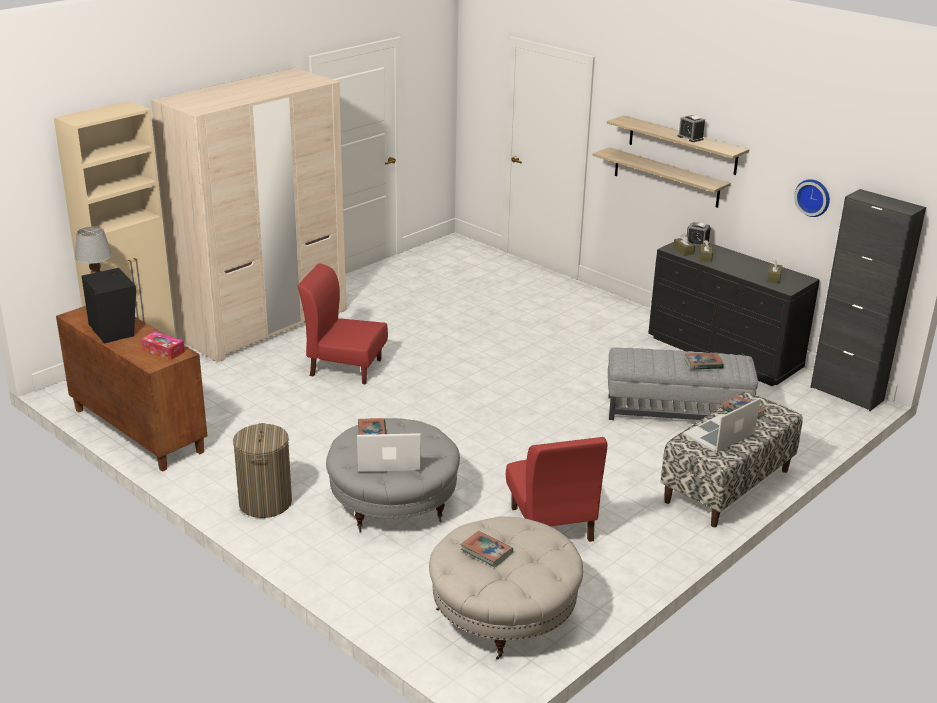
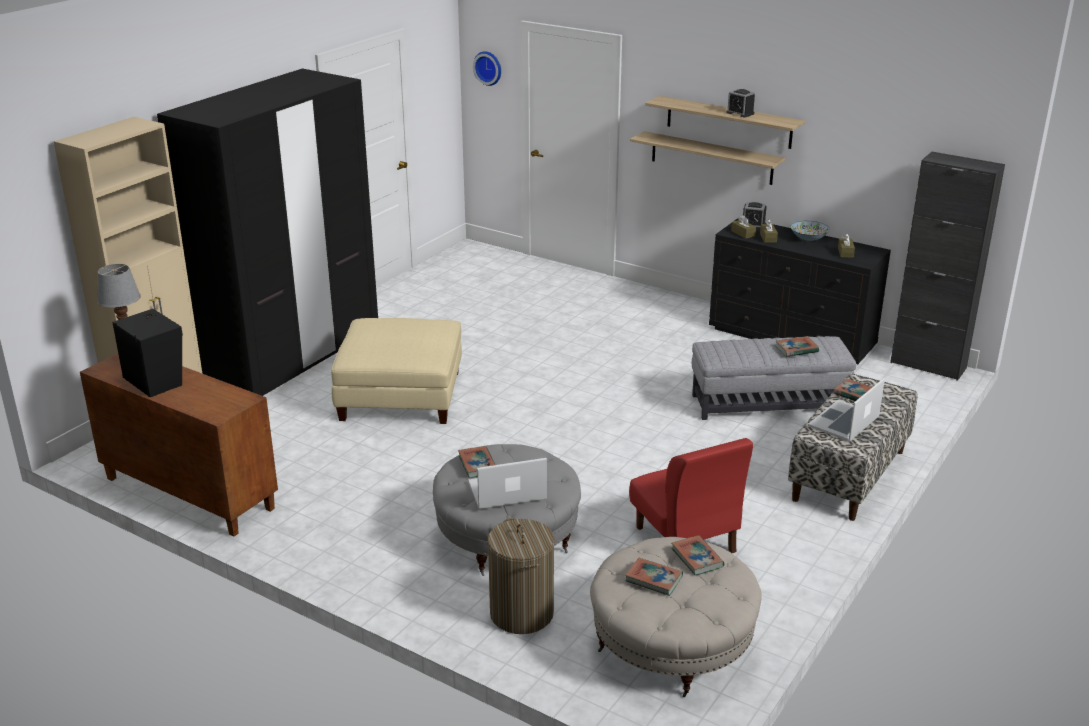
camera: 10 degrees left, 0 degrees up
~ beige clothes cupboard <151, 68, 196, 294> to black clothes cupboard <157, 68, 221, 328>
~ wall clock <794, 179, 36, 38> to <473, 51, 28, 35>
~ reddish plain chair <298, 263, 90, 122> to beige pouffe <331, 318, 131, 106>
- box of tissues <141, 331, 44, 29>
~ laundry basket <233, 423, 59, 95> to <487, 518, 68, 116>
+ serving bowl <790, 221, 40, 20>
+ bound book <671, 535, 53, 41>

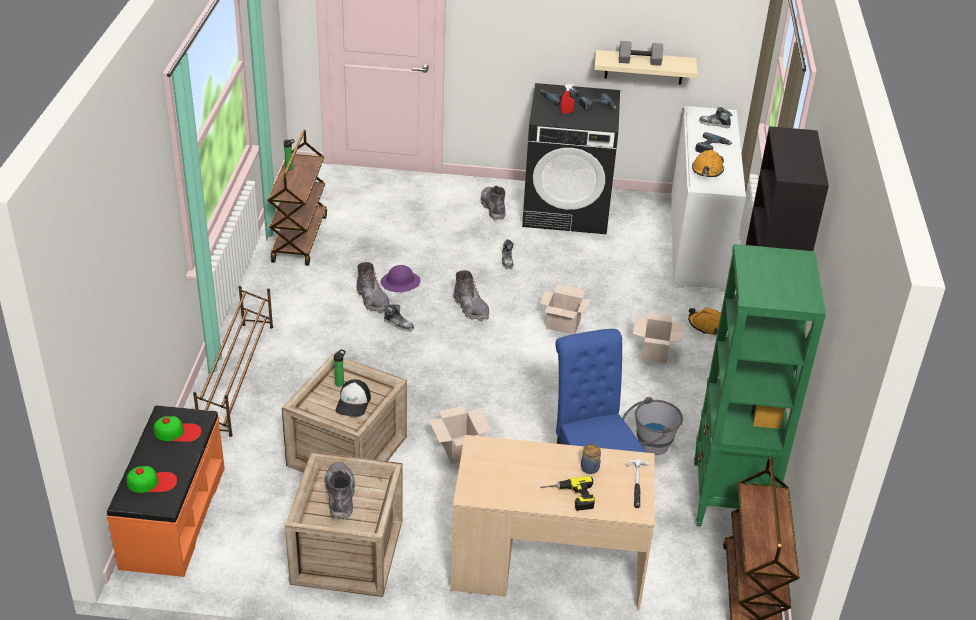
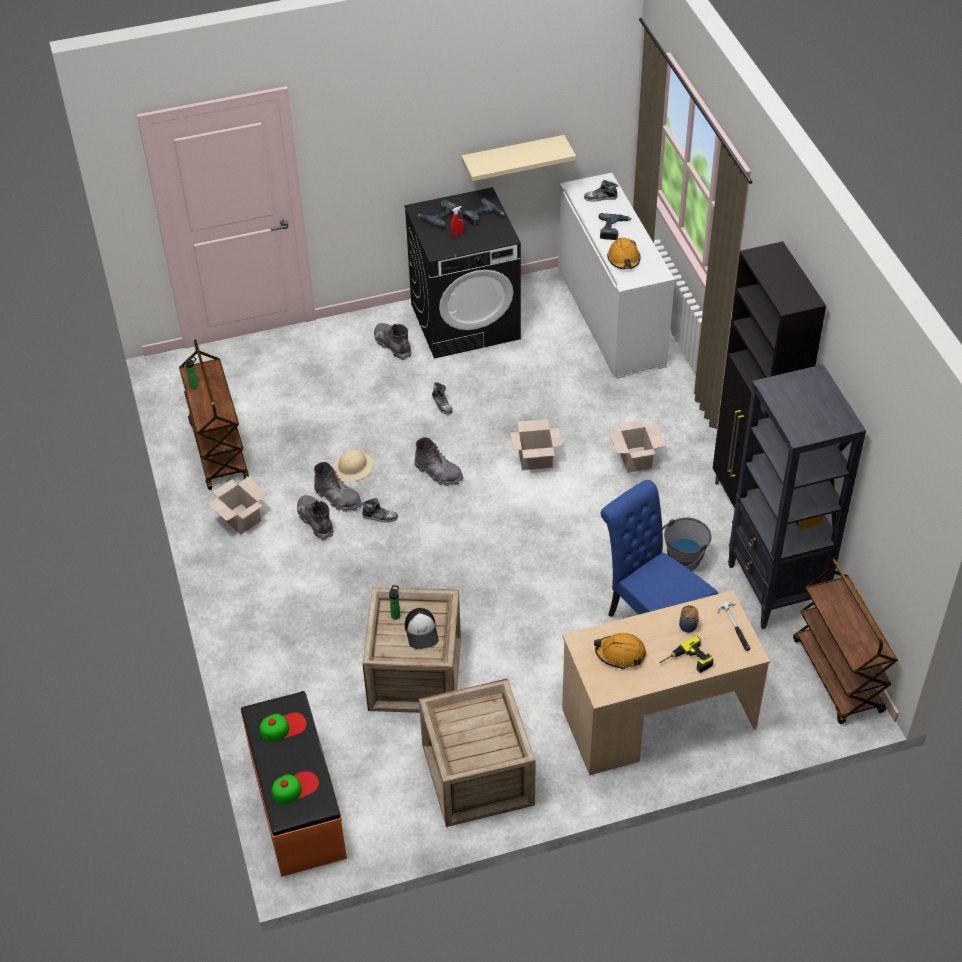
camera: 20 degrees left, 10 degrees up
- gray dumbbell <619, 41, 44, 25>
~ greenish bookcase <694, 244, 132, 283> to black bookcase <728, 364, 138, 265>
~ purple work helmet <380, 265, 41, 27> to beige work helmet <333, 450, 40, 32>
- brown shoe stand <193, 286, 80, 151>
~ orange-coloured work helmet <688, 307, 33, 28> to <594, 633, 52, 36>
~ packing box <429, 406, 62, 58> to <207, 477, 60, 58>
~ gray tall boot <325, 462, 30, 58> to <297, 495, 37, 45>

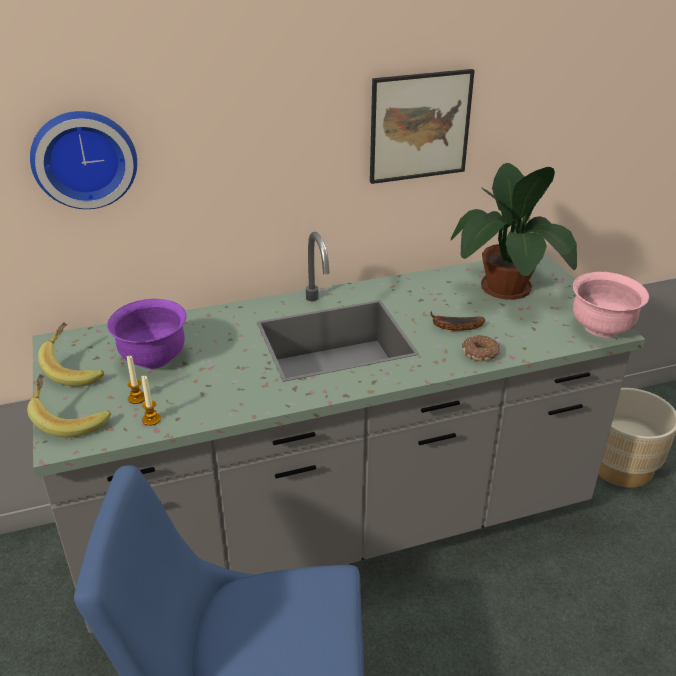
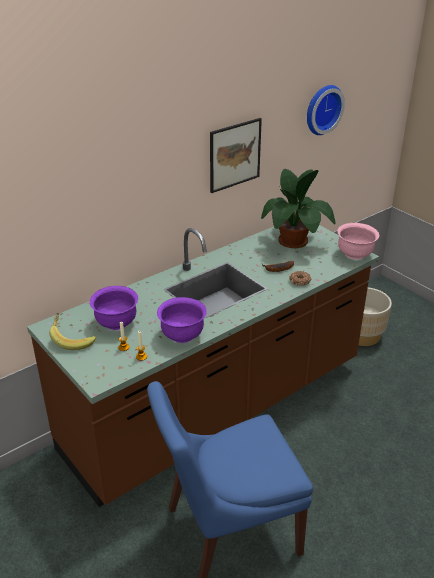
camera: 20 degrees left, 0 degrees up
~ wall clock <30, 111, 107, 98> to <307, 85, 38, 50>
~ gray kitchen counter <33, 232, 612, 401> to brown kitchen counter <27, 225, 352, 282>
- whole banana <27, 374, 84, 64>
+ purple serving bowl <157, 297, 50, 46>

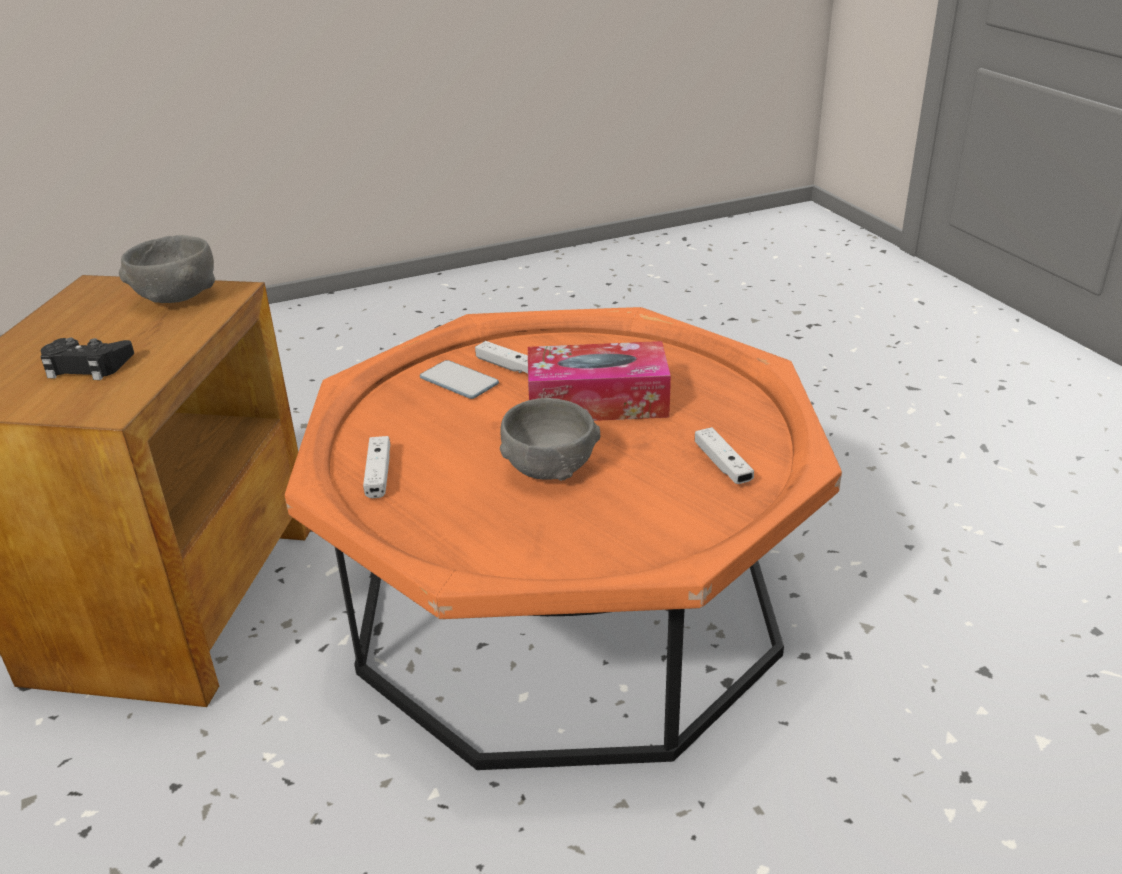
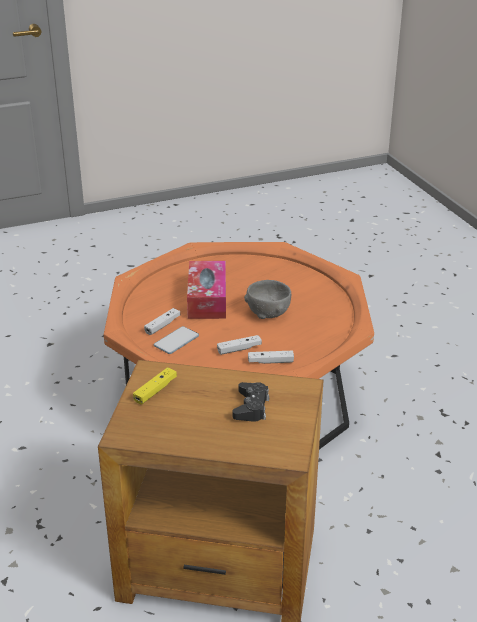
camera: 90 degrees left, 0 degrees up
~ gray serving bowl <119, 235, 96, 68> to yellow-coloured game controller <133, 367, 44, 37>
~ white game controller <695, 427, 59, 57> to <217, 335, 45, 20>

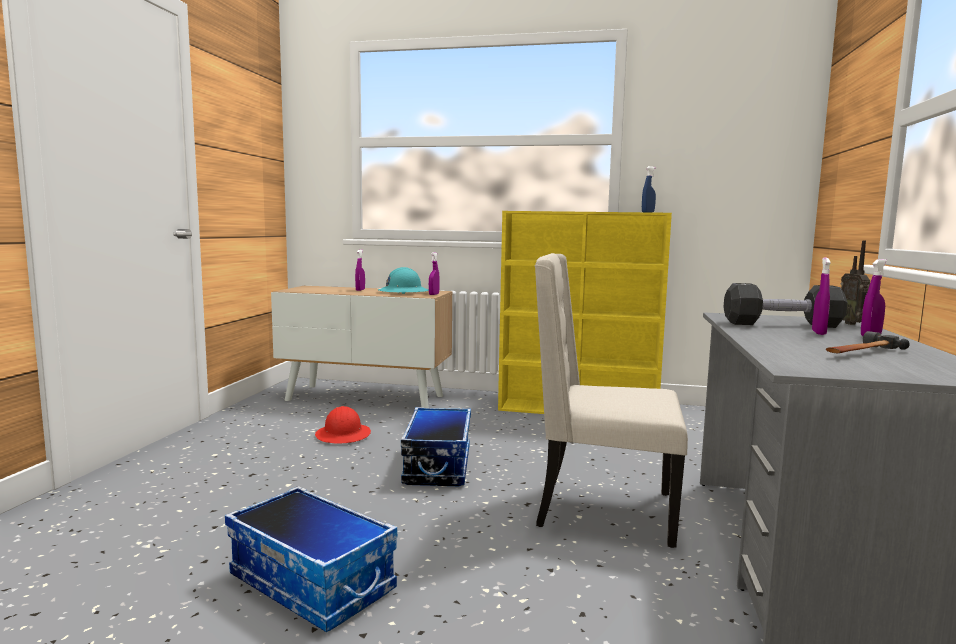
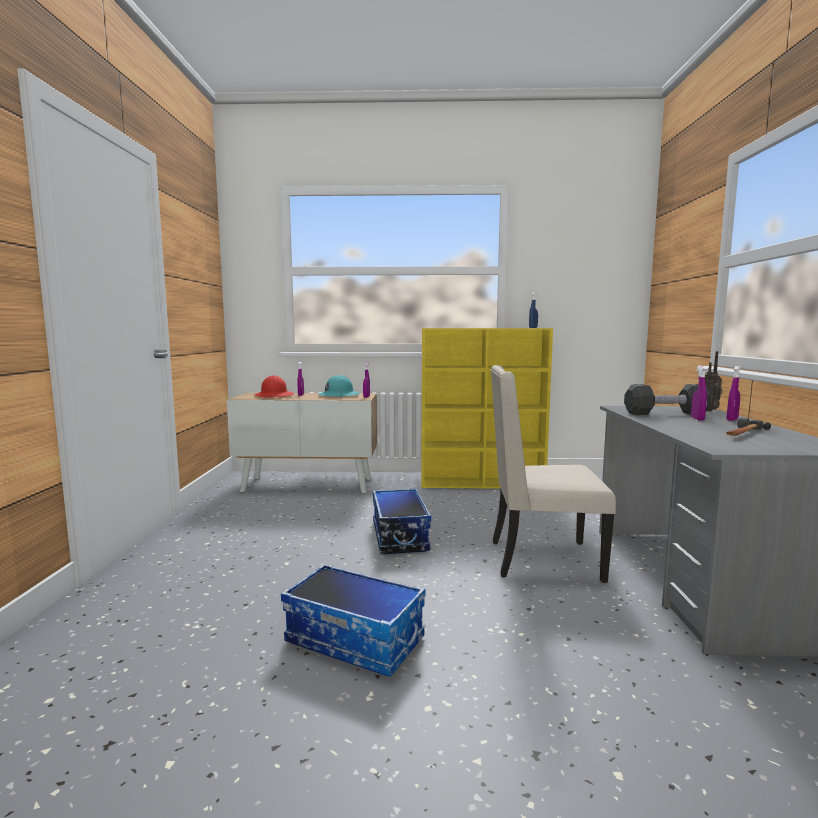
camera: 10 degrees left, 0 degrees up
~ reddish work helmet <315, 406, 56, 38> to <254, 375, 40, 22>

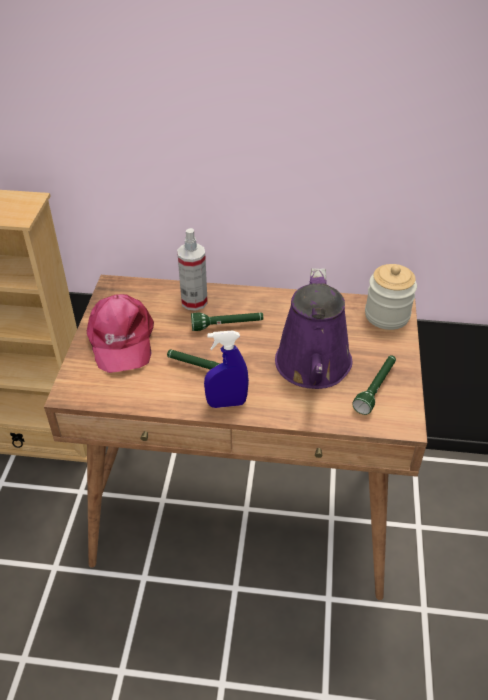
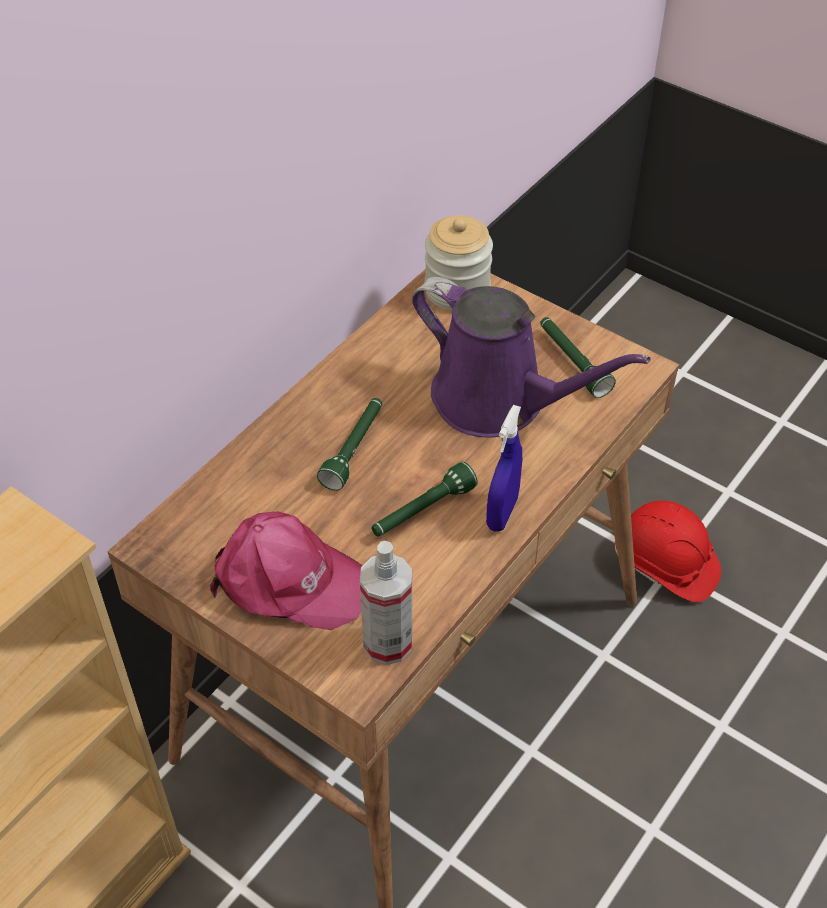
camera: 60 degrees left, 5 degrees up
~ spray bottle <177, 228, 31, 83> to <360, 541, 52, 124>
+ reddish work helmet <614, 501, 107, 102>

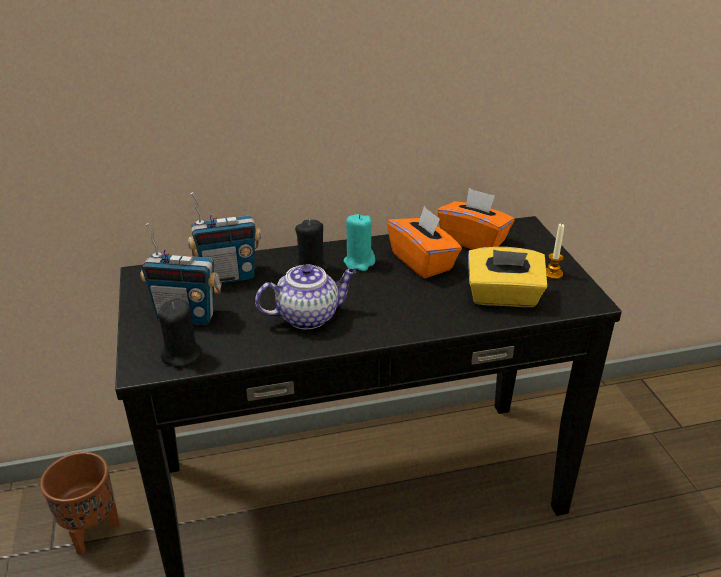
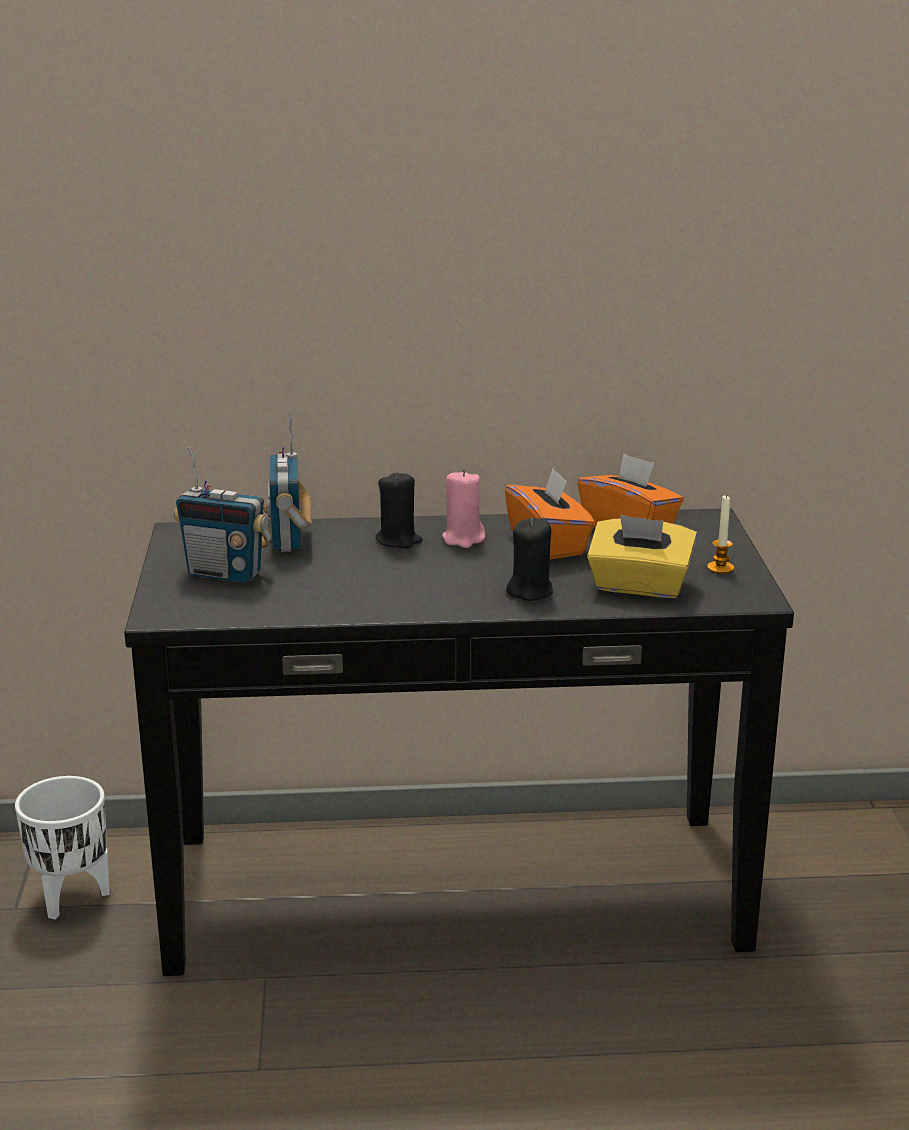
camera: 10 degrees right, 10 degrees down
~ radio receiver <187, 192, 74, 91> = <263, 413, 49, 139> 90 degrees clockwise
~ turquoise candle <344, 214, 31, 57> to pink-coloured candle <442, 470, 44, 78>
- teapot <255, 265, 101, 64>
~ black candle <158, 299, 43, 68> to <506, 518, 47, 83>
~ brown planter <40, 452, 80, 103> to white planter <15, 776, 95, 144>

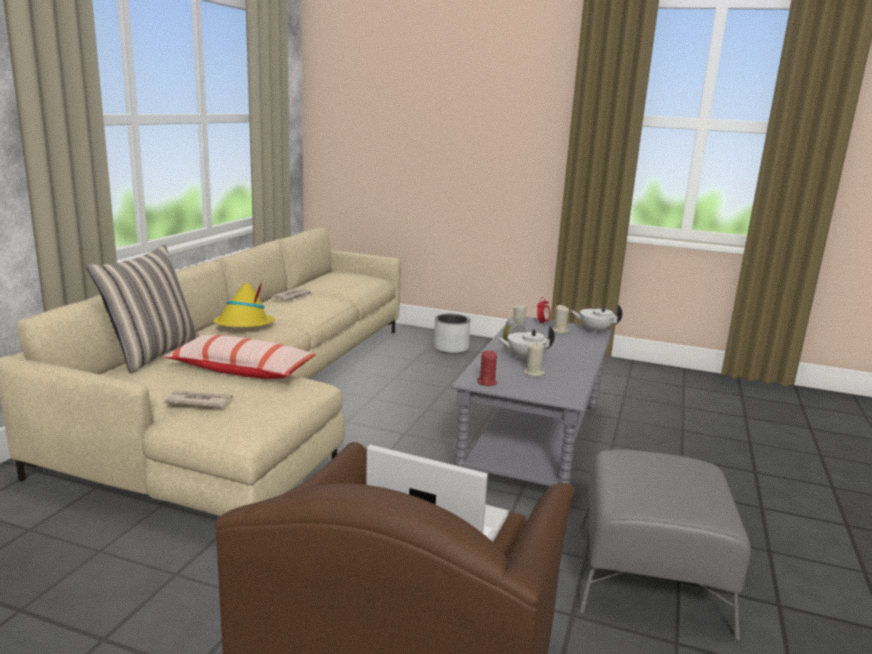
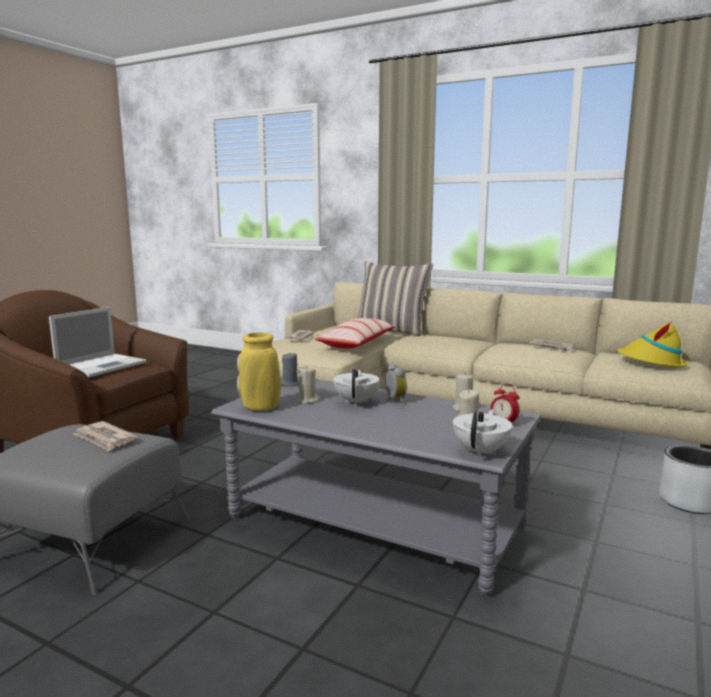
camera: 100 degrees right, 5 degrees down
~ yellow-coloured clothing hat <213, 281, 62, 46> to <616, 321, 72, 46>
~ reddish candle <477, 350, 20, 36> to gray candle <281, 352, 18, 34>
+ yellow-coloured decorative vase <239, 333, 42, 78>
+ daily paper <73, 421, 64, 31>

